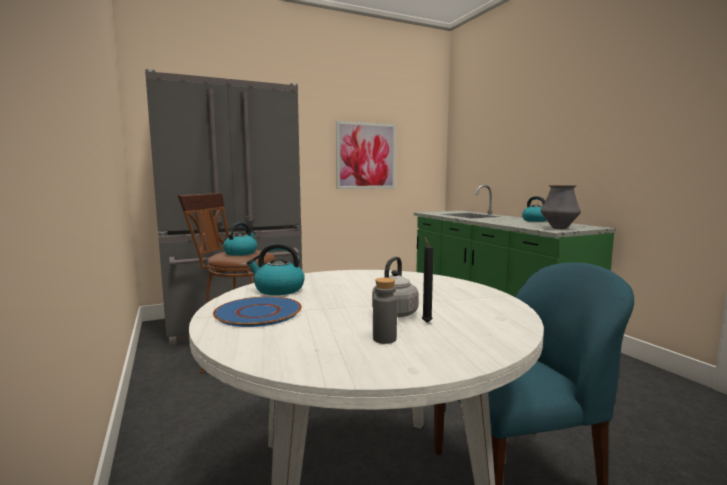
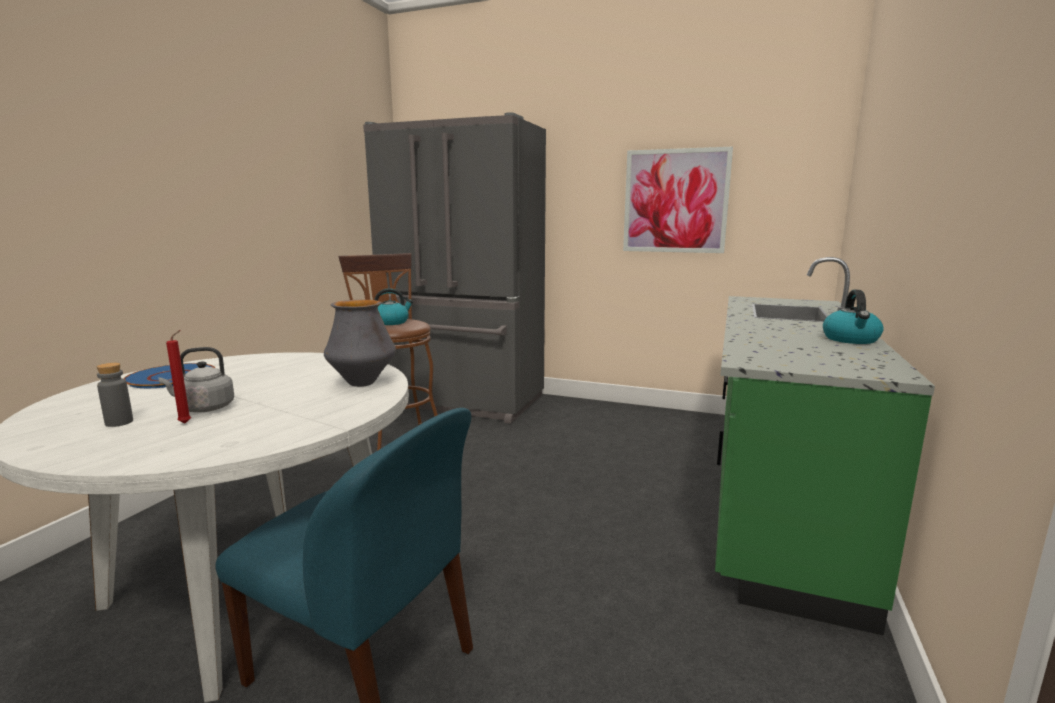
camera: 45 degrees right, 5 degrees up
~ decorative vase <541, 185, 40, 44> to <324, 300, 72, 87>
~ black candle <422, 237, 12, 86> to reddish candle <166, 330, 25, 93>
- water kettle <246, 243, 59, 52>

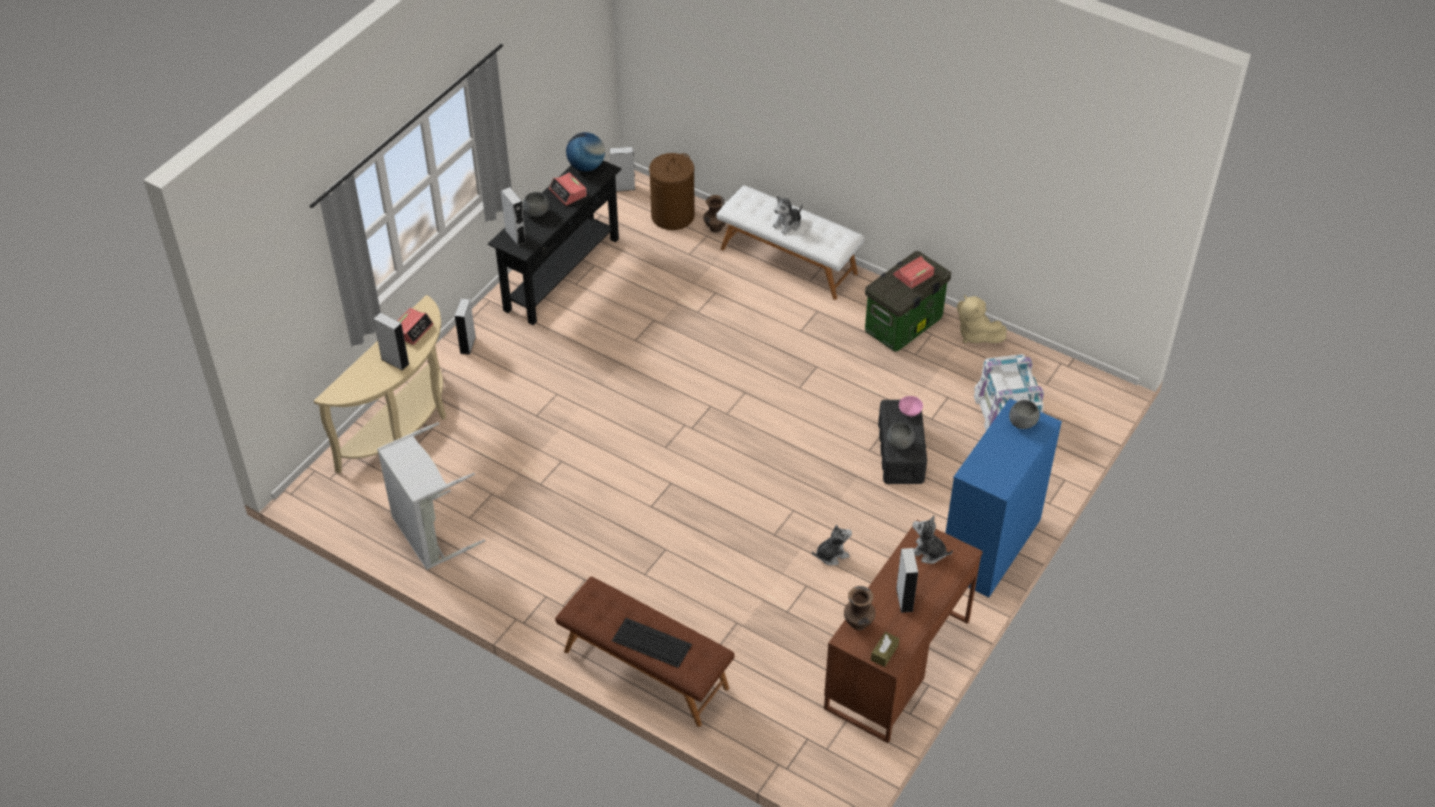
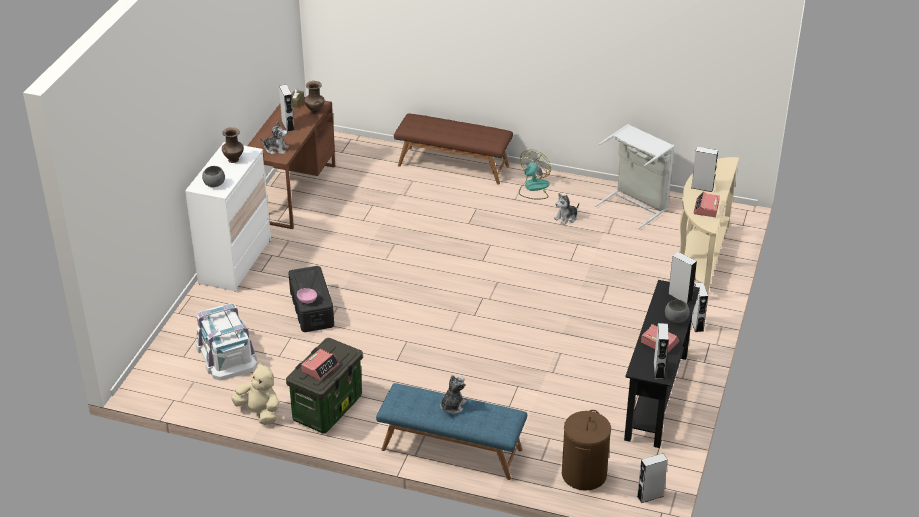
camera: 165 degrees right, 10 degrees down
~ world globe <566, 132, 39, 40> to gray audio speaker <654, 323, 15, 56>
~ white long seat <716, 185, 149, 115> to blue long seat <376, 383, 151, 97>
~ brown decorative vase <703, 195, 23, 38> to <222, 127, 22, 36>
~ blue dresser <946, 398, 116, 200> to white dresser <185, 142, 86, 150>
- gray serving bowl <887, 422, 28, 27>
~ cuddly toy <812, 525, 40, 40> to <554, 193, 25, 32>
- PC keyboard <612, 618, 80, 50>
+ cooling fan <519, 149, 32, 51>

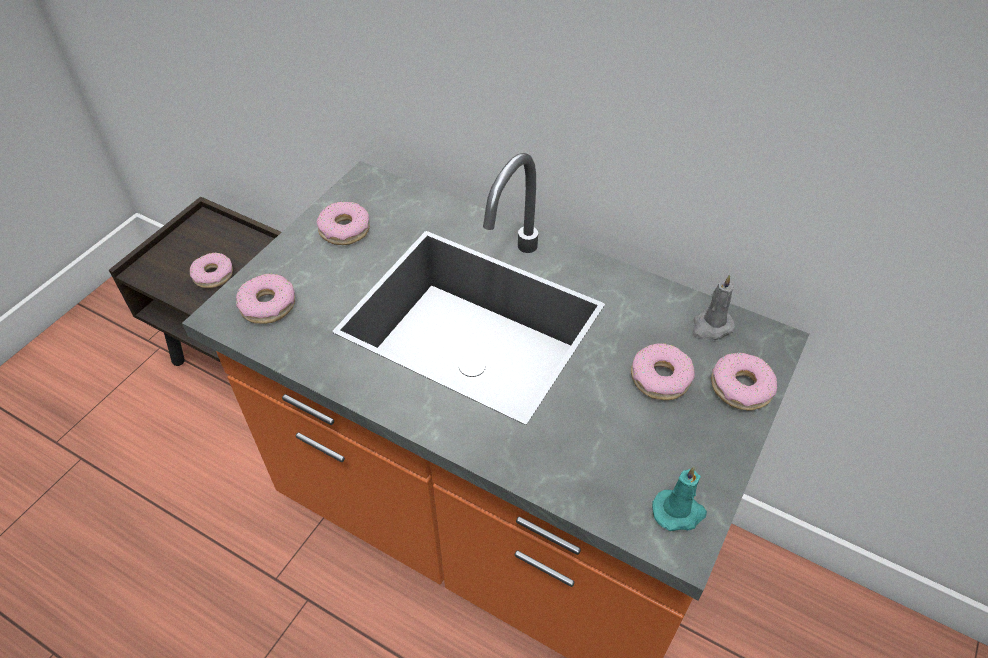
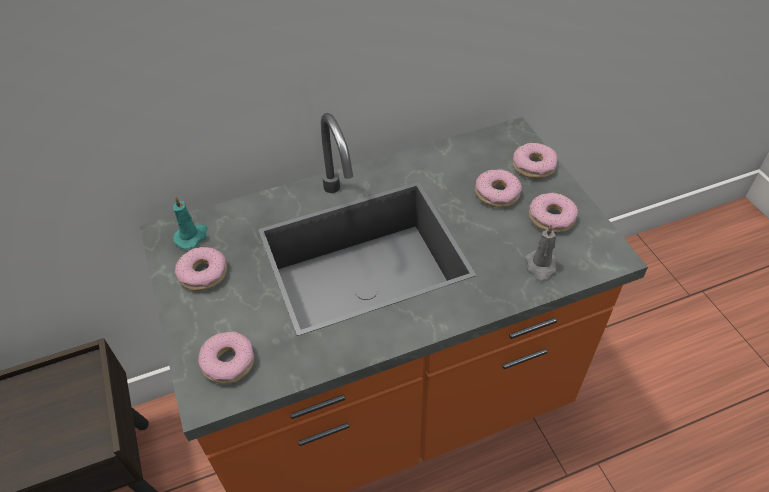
camera: 50 degrees left, 0 degrees up
~ ring doughnut <190, 253, 43, 35> to <529, 193, 49, 40>
~ gray candle <693, 275, 42, 65> to <525, 225, 32, 58>
~ turquoise candle <652, 467, 55, 64> to <173, 196, 35, 54>

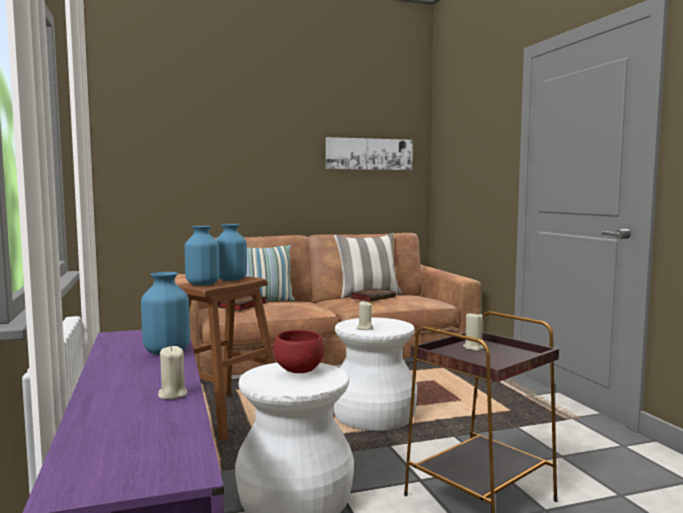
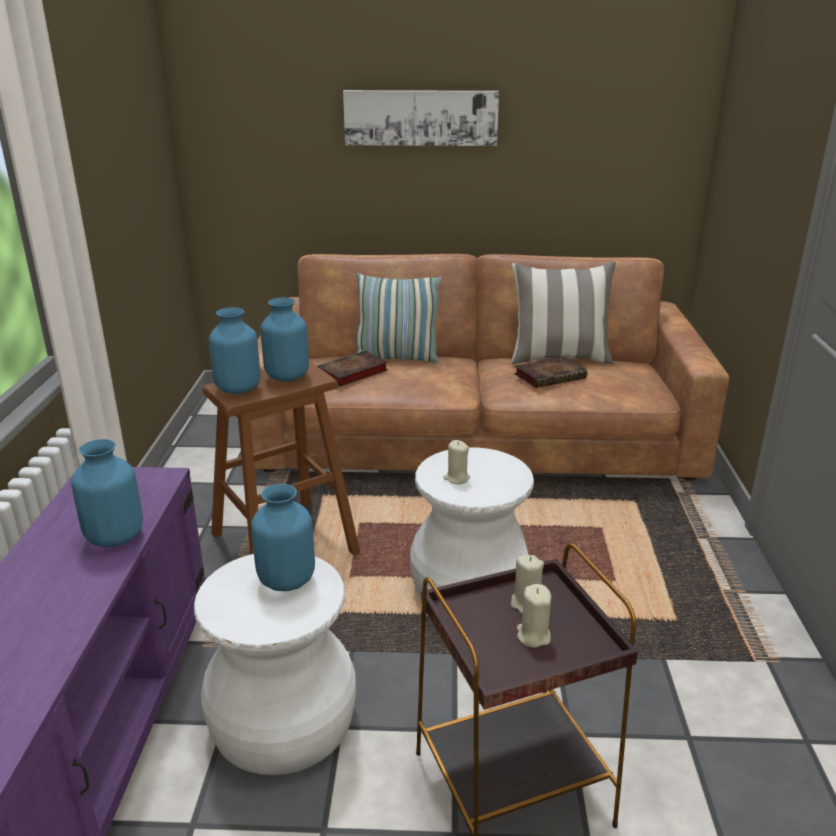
camera: 20 degrees right, 20 degrees up
~ wall picture <326, 137, 87, 33> to <343, 90, 156, 56>
~ reddish serving bowl <273, 330, 51, 43> to blue decorative vase <251, 484, 64, 107>
~ beige candle <158, 346, 29, 53> to <517, 584, 34, 64>

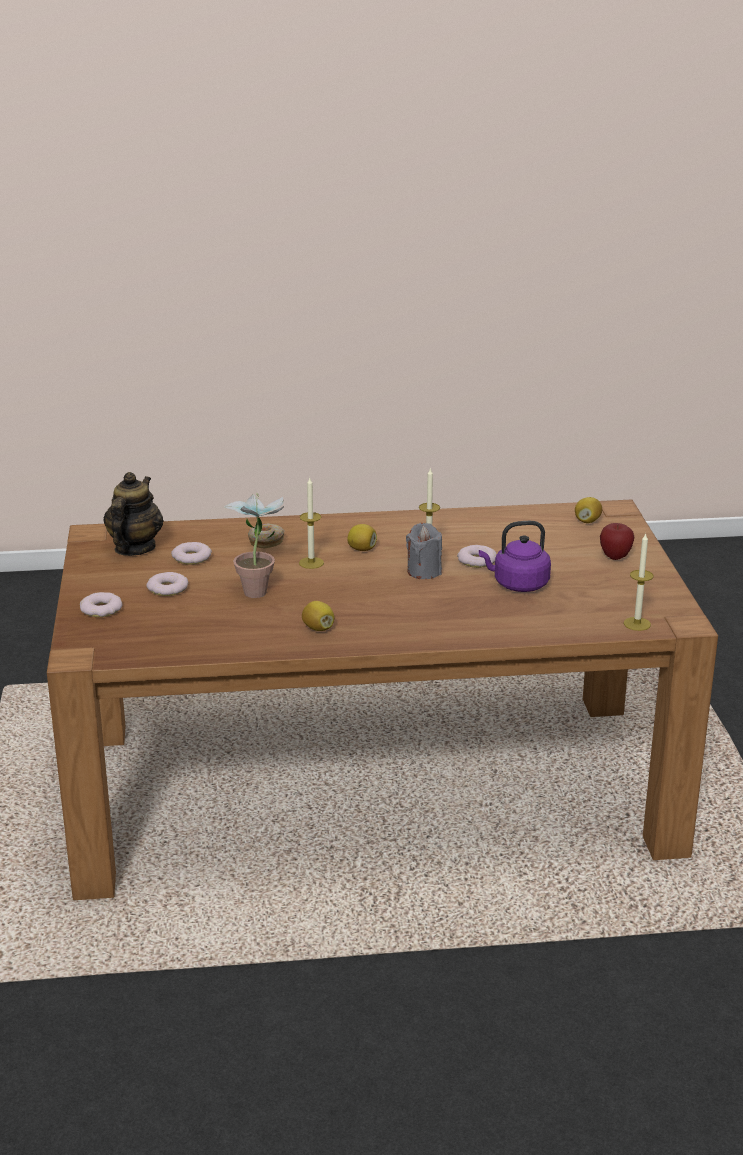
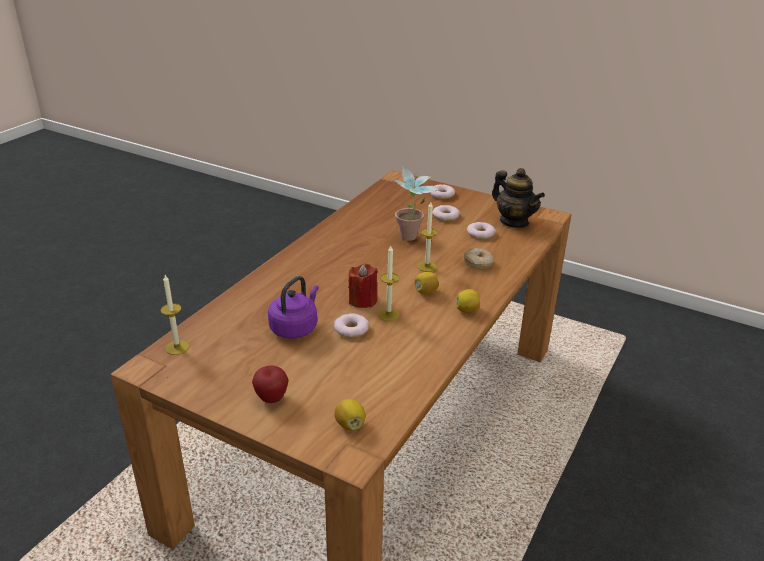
camera: 125 degrees right, 5 degrees up
~ gray candle <406, 523, 36, 56> to reddish candle <348, 263, 30, 45>
~ lemon <302, 601, 32, 30> to <455, 289, 25, 24>

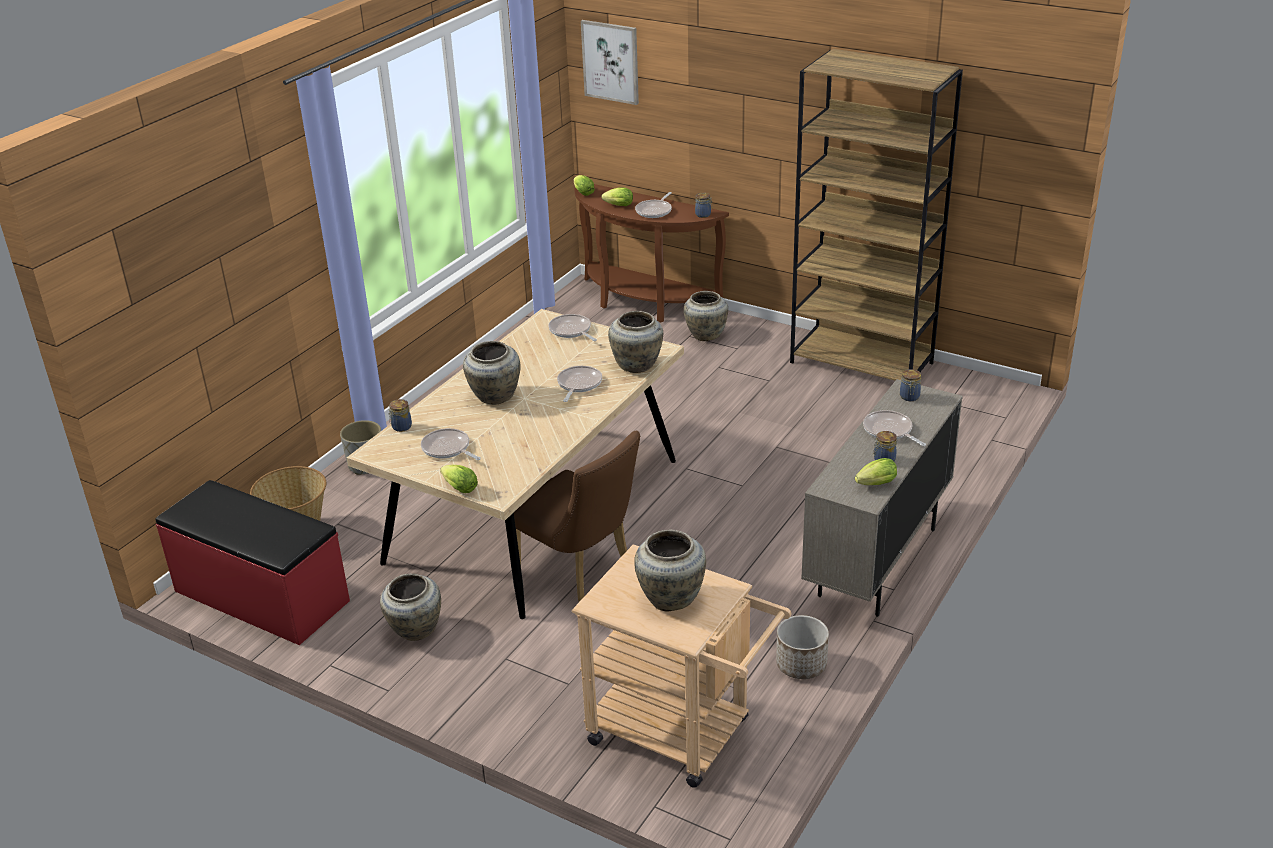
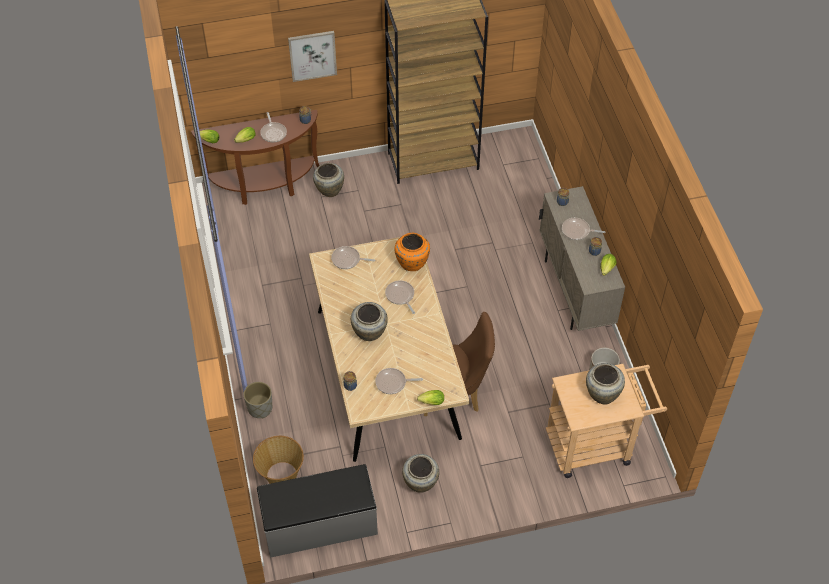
camera: 45 degrees left, 20 degrees up
~ wall picture <581, 20, 58, 85> to <288, 31, 49, 51>
~ beige decorative vase <608, 311, 55, 62> to orange-coloured decorative vase <395, 233, 35, 38>
~ reddish long seat <156, 480, 194, 165> to gray long seat <257, 464, 121, 94>

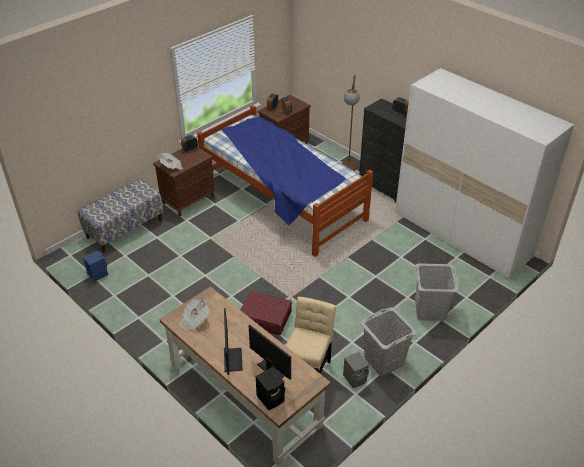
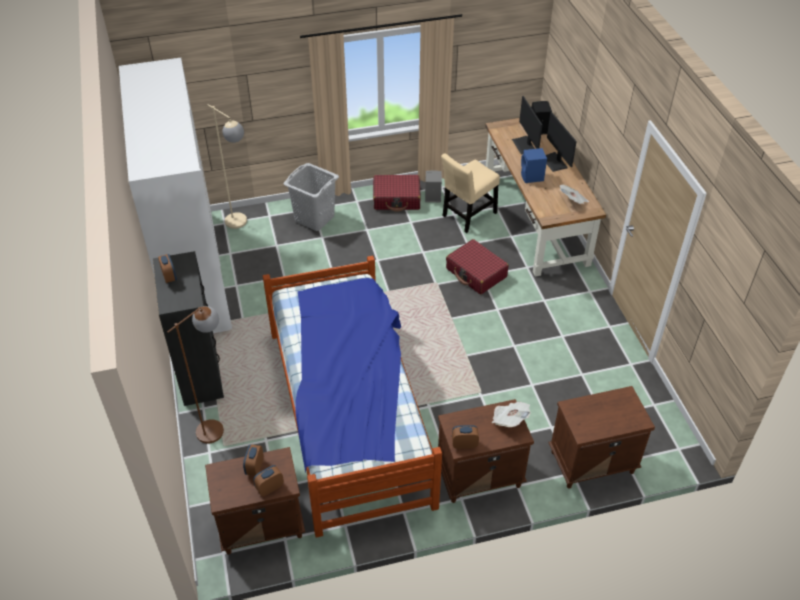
camera: 150 degrees left, 5 degrees up
~ long seat <78, 179, 85, 74> to brown bedside table <548, 386, 107, 103>
~ blue audio speaker <83, 250, 25, 32> to <521, 148, 26, 35>
~ gray laundry basket <361, 307, 56, 69> to reddish suitcase <373, 175, 47, 37>
~ monitor <224, 308, 19, 67> = <546, 112, 31, 60> 45 degrees counterclockwise
+ beige standing lamp <207, 104, 40, 125>

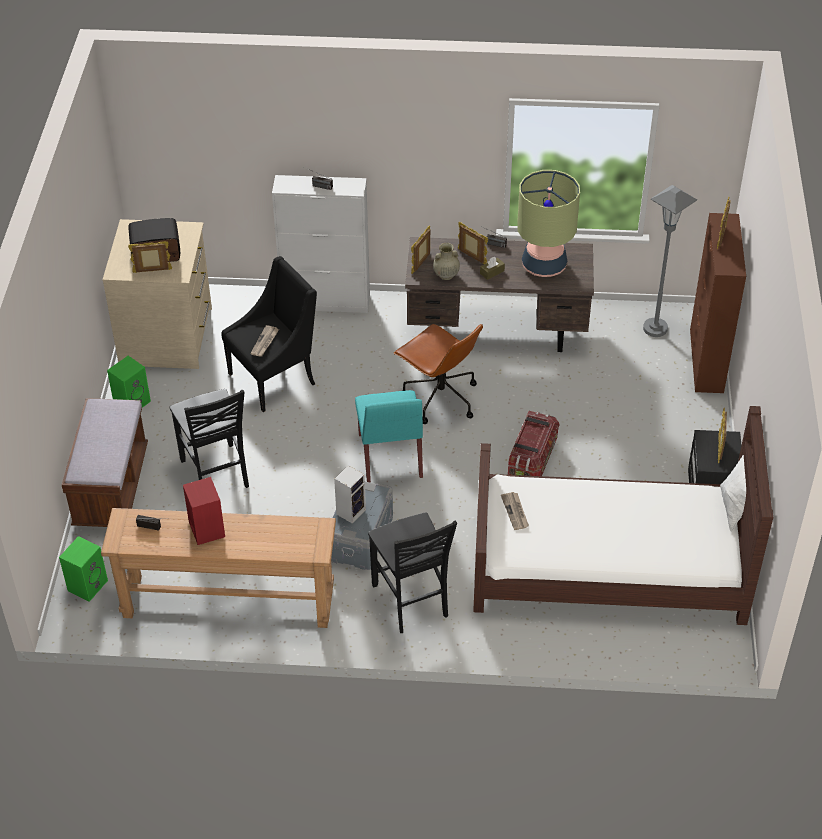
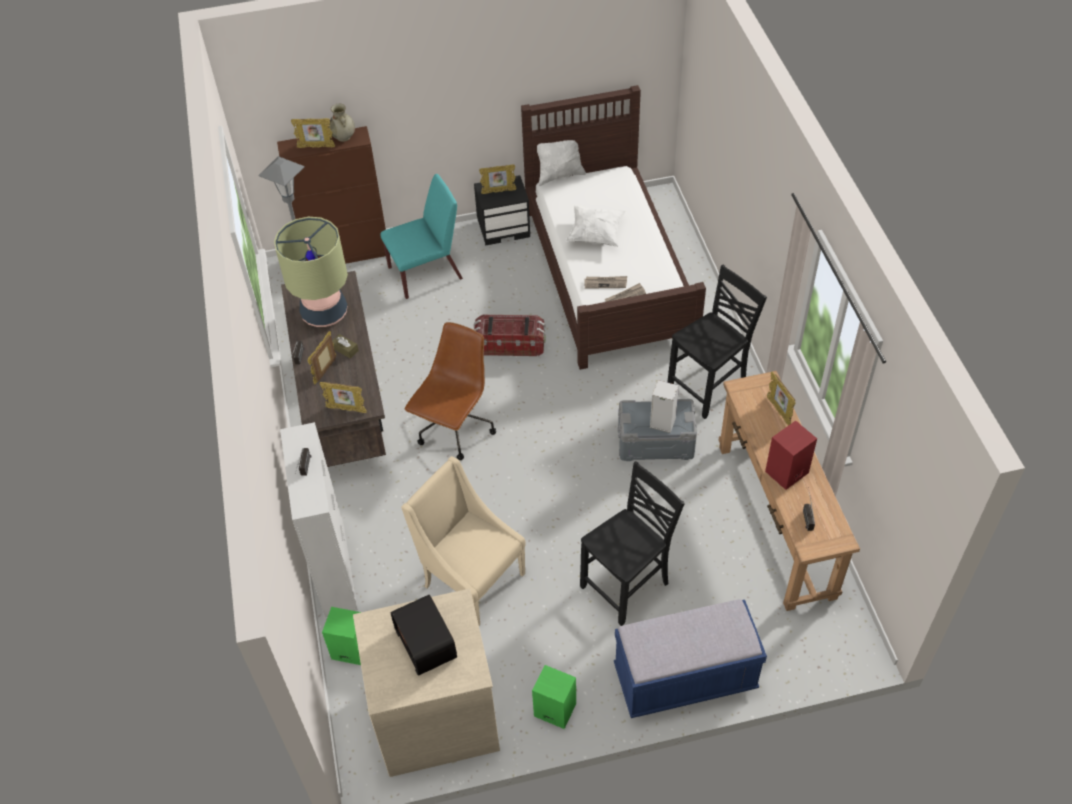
camera: 105 degrees left, 5 degrees up
~ picture frame <128, 241, 44, 32> to <767, 372, 28, 54>
~ beige decorative vase <433, 243, 27, 37> to <329, 104, 26, 38>
~ black lounge chair <221, 256, 96, 156> to beige lounge chair <401, 456, 125, 170>
~ daily paper <250, 325, 29, 32> to <585, 276, 42, 13>
~ turquoise plain chair <355, 390, 68, 93> to <380, 174, 83, 125>
~ brown long seat <62, 398, 86, 129> to blue long seat <614, 599, 153, 119>
~ greenish audio speaker <59, 536, 49, 66> to <322, 607, 39, 58>
+ white throw pillow <566, 206, 60, 41>

